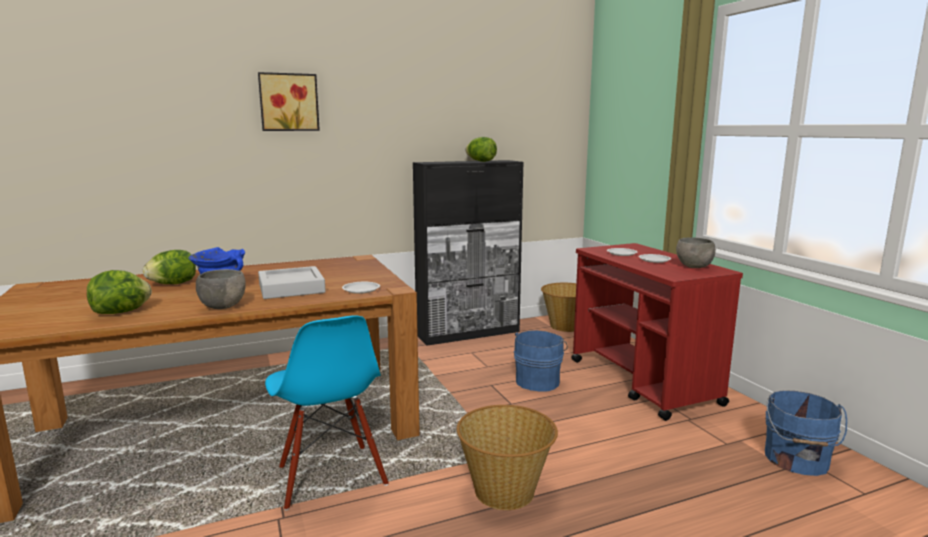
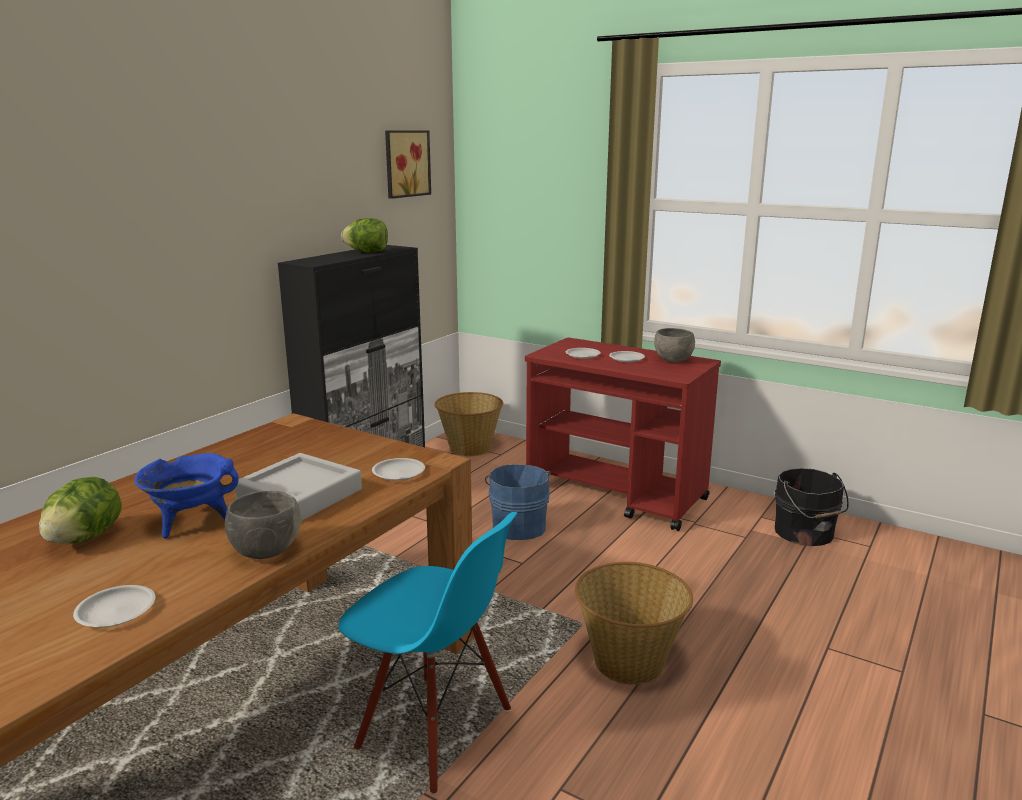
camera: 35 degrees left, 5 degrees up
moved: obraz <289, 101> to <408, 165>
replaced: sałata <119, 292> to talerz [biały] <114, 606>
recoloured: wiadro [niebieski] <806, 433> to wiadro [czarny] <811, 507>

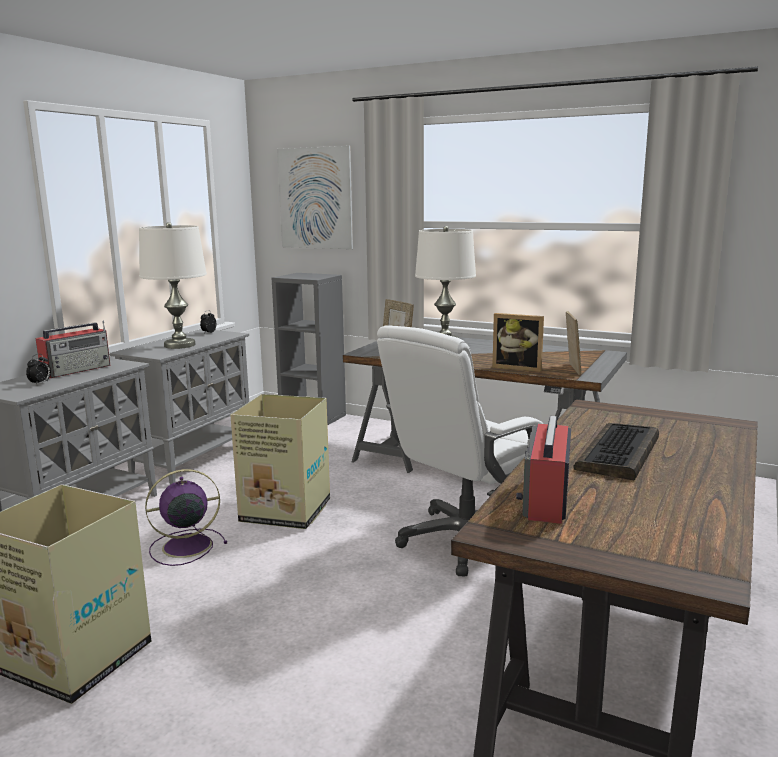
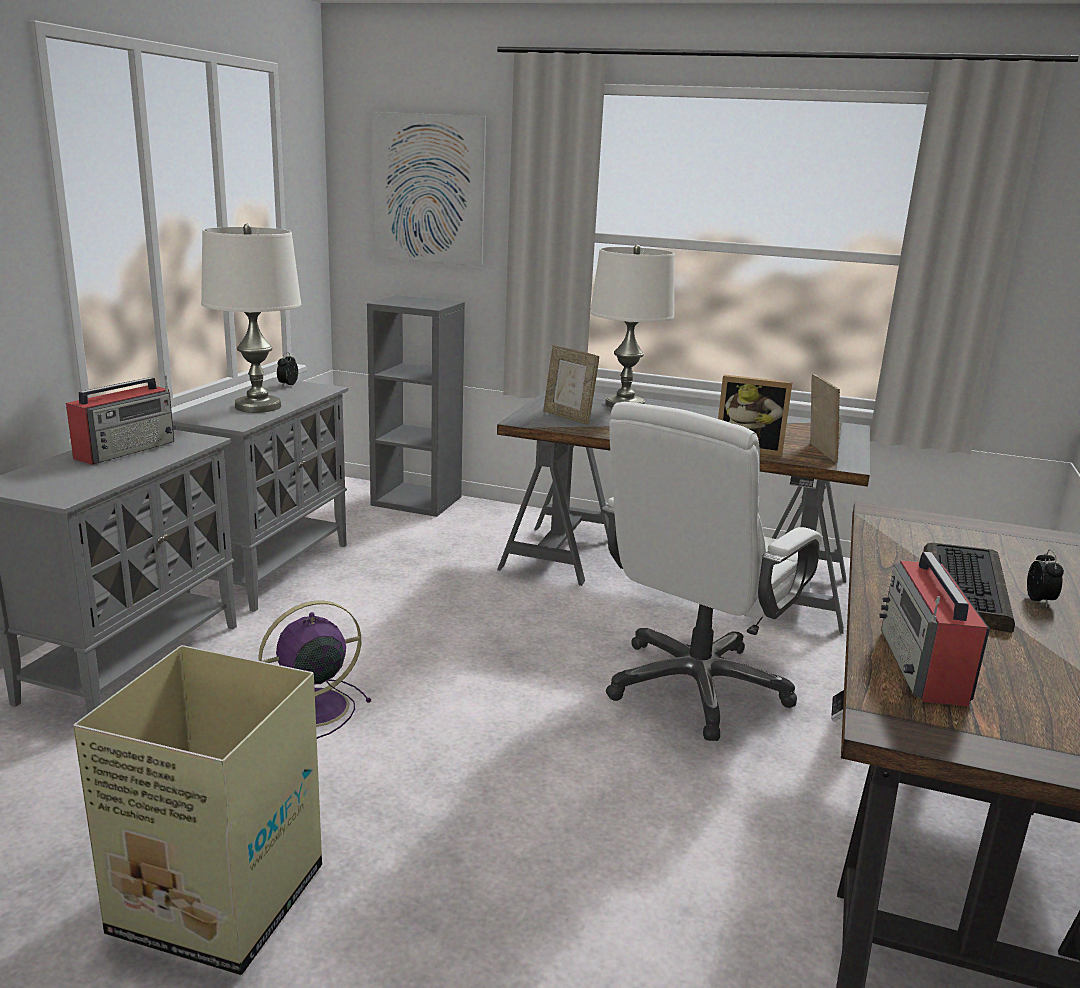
camera: 10 degrees left, 5 degrees up
removed: karton <280, 461>
moved: budzik <38, 369> to <1045, 578>

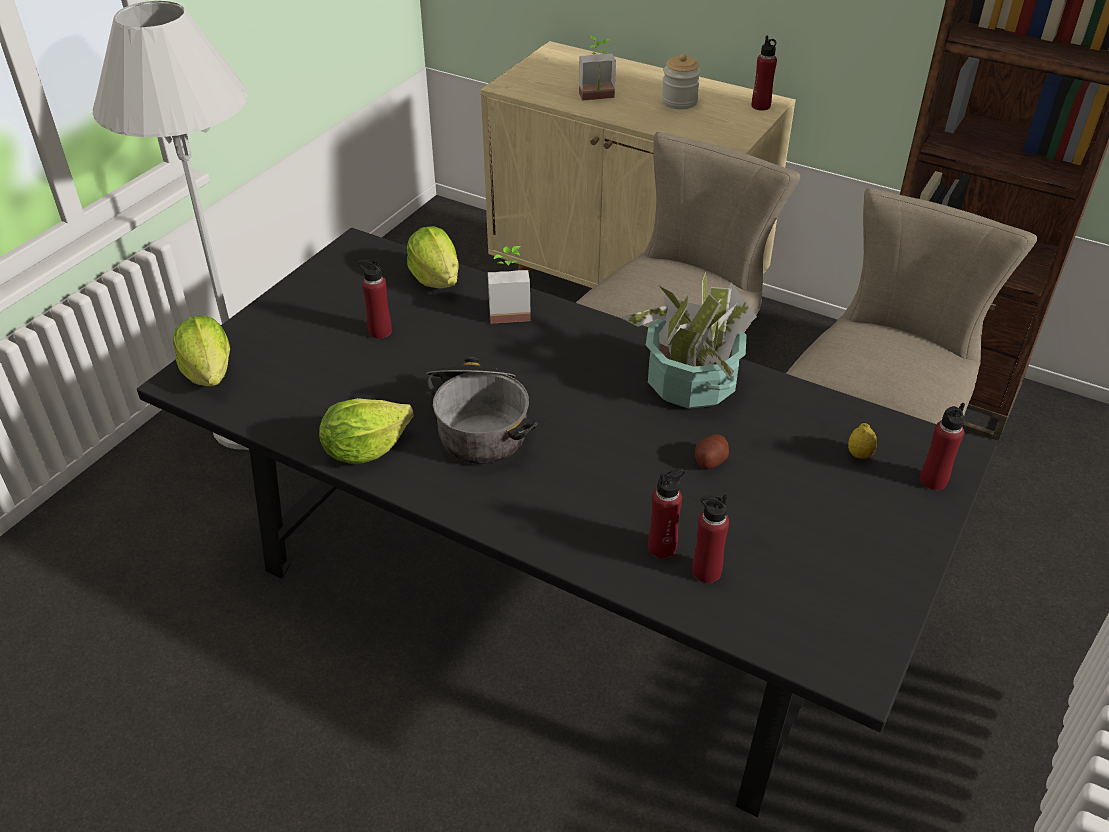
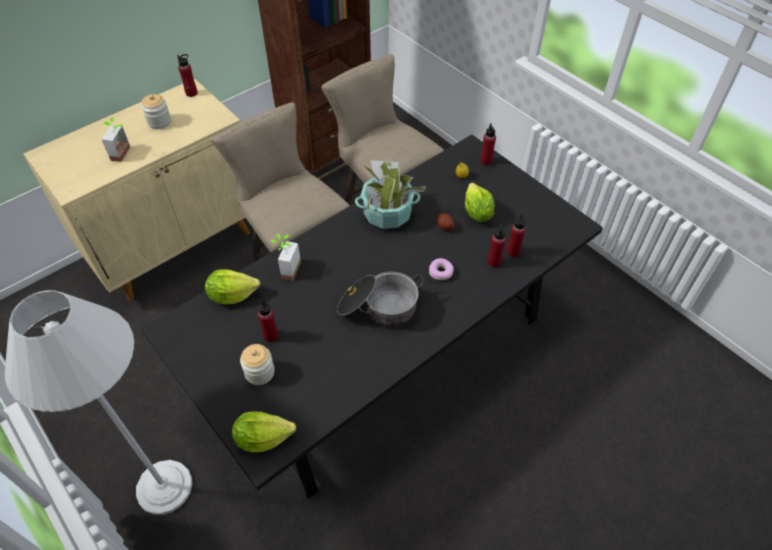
camera: 70 degrees left, 10 degrees up
added: słoik <257, 364>; donut <441, 269>
moved: sałata <366, 431> to <480, 202>

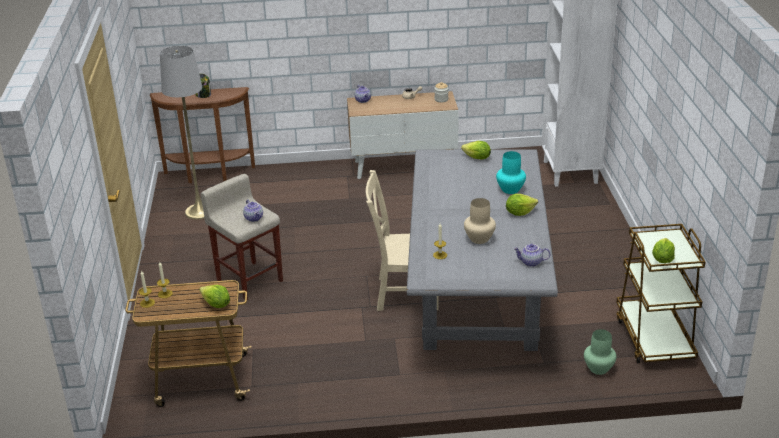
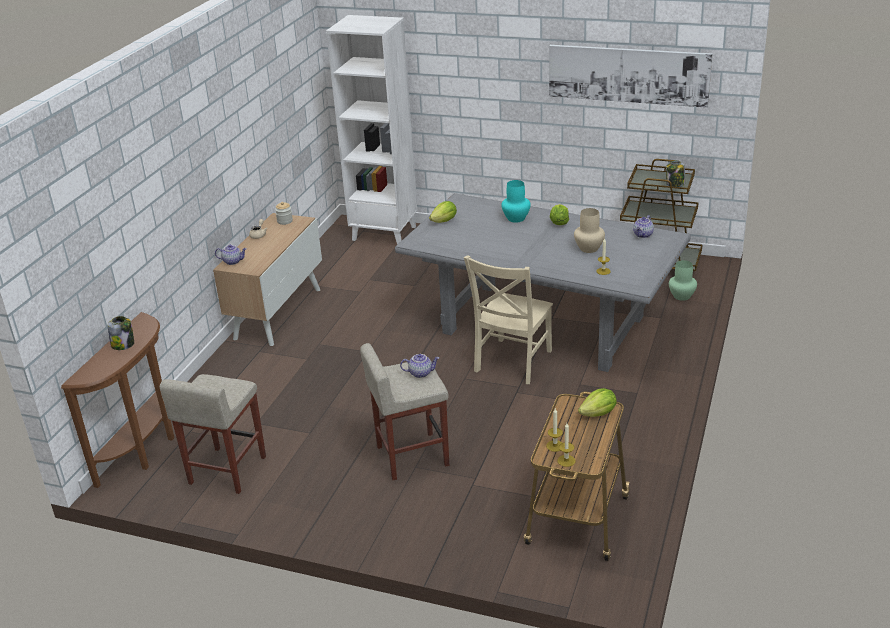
camera: 65 degrees left, 0 degrees up
added: obraz <630, 76>
replaced: lampa stojąca [szary] <182, 133> to stołek [beżowy] <213, 434>; sałata <663, 250> to słoik <675, 174>

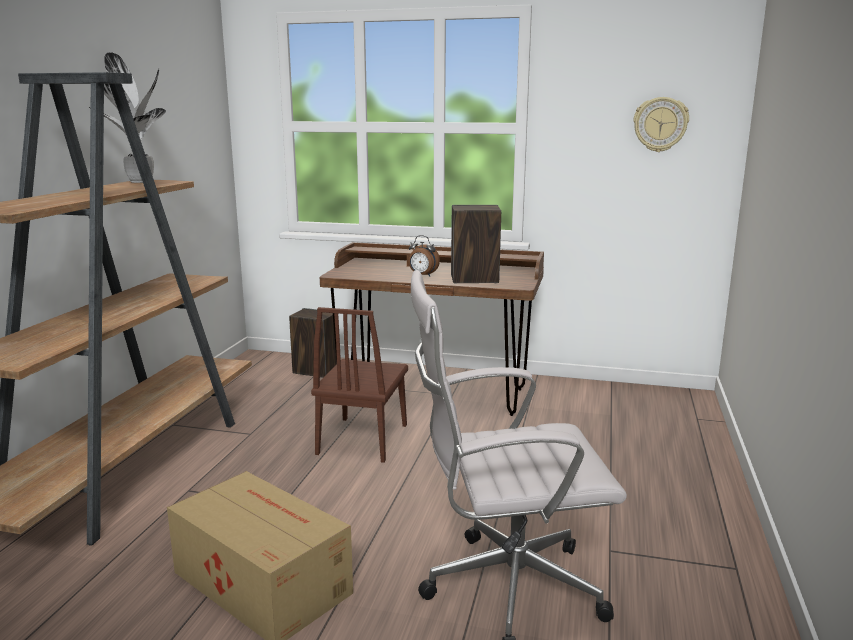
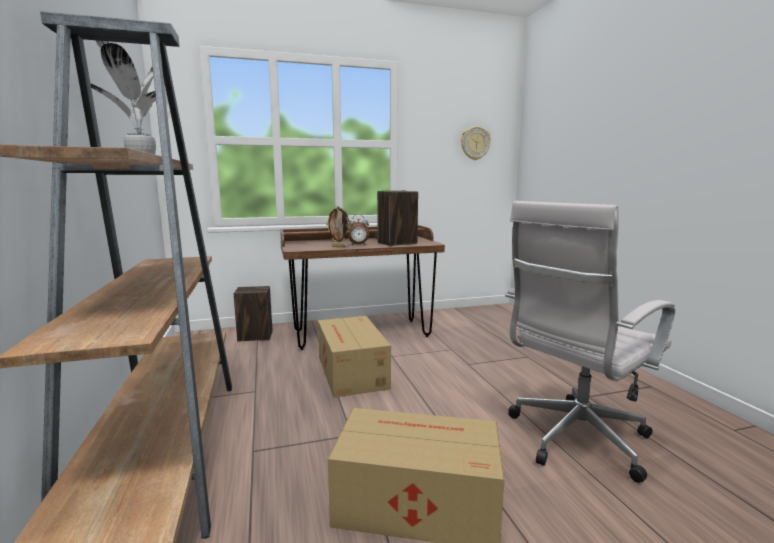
camera: 30 degrees left, 5 degrees down
added: ramka na zdjęcie <338, 227>
replaced: krzesło [brązowy] <359, 385> to karton <354, 357>

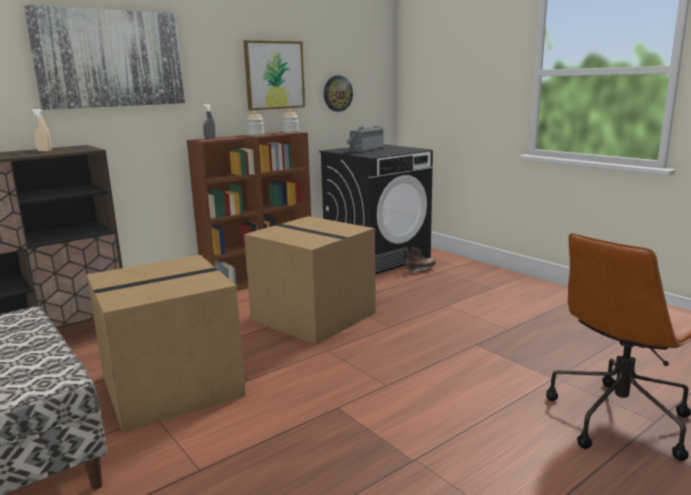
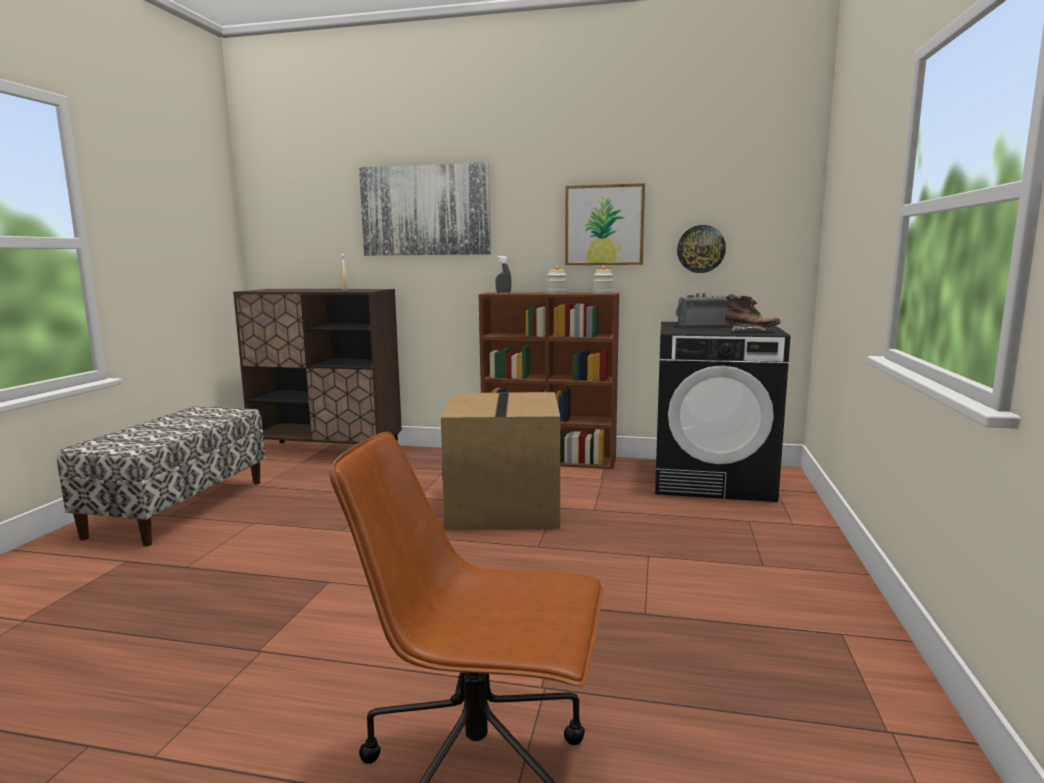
camera: 50 degrees right, 5 degrees down
removed: karton <166, 344>
moved: but z cholewką [brązowy] <420, 260> to <752, 313>

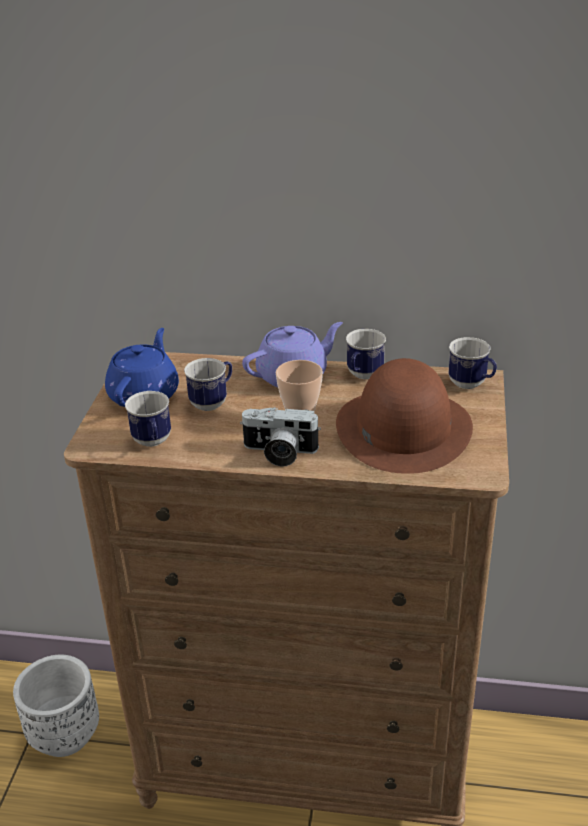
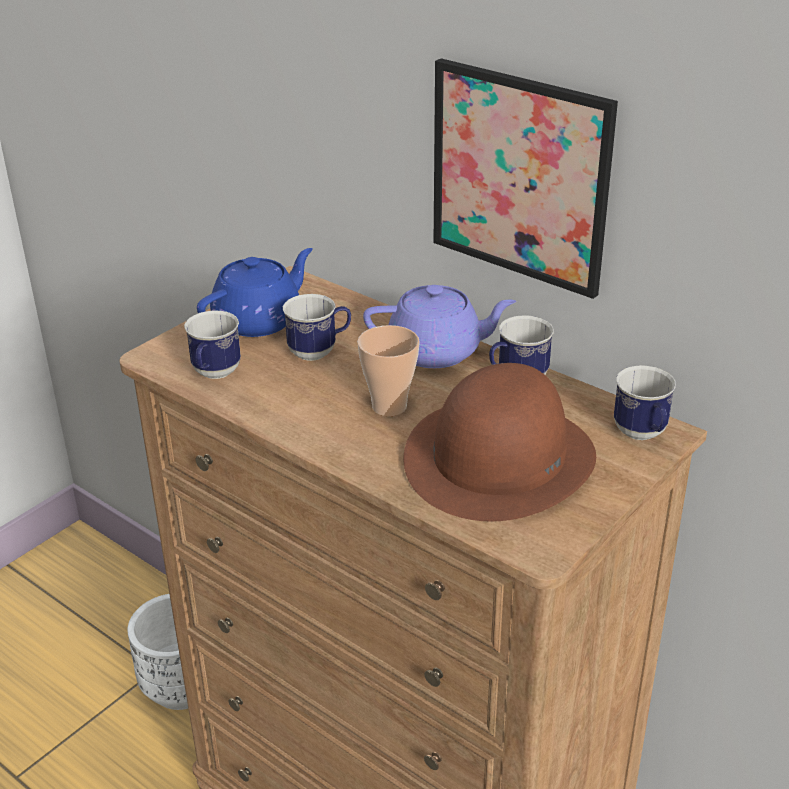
camera: 30 degrees right, 0 degrees up
removed: aparat fotograficzny <280, 437>
added: obraz <526, 178>

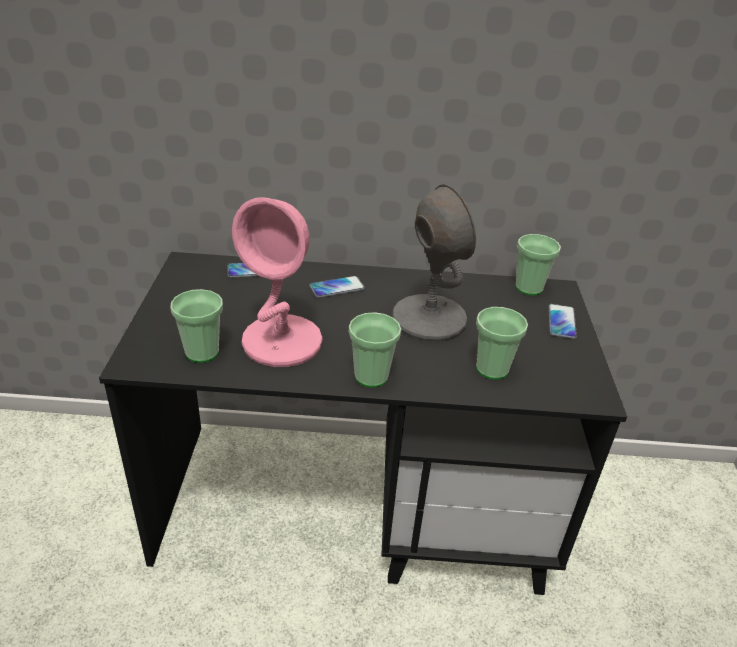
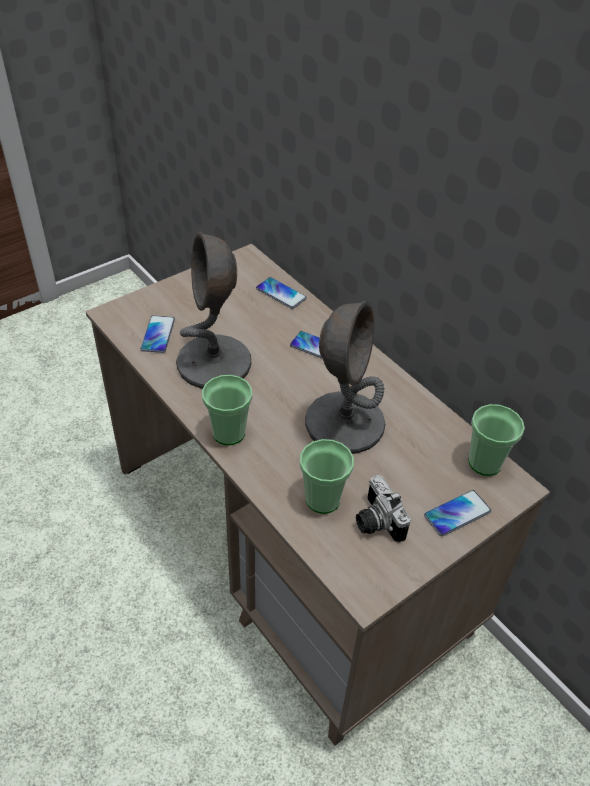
camera: 50 degrees right, 10 degrees up
added: aparat fotograficzny <383, 509>
replaced: filiżanka <196, 326> to telefon <158, 334>
recoloured: biurko [czarny] <363, 423> to biurko [beżowy] <317, 495>; lampa stołowa [różowy] <277, 282> to lampa stołowa [szary] <214, 310>

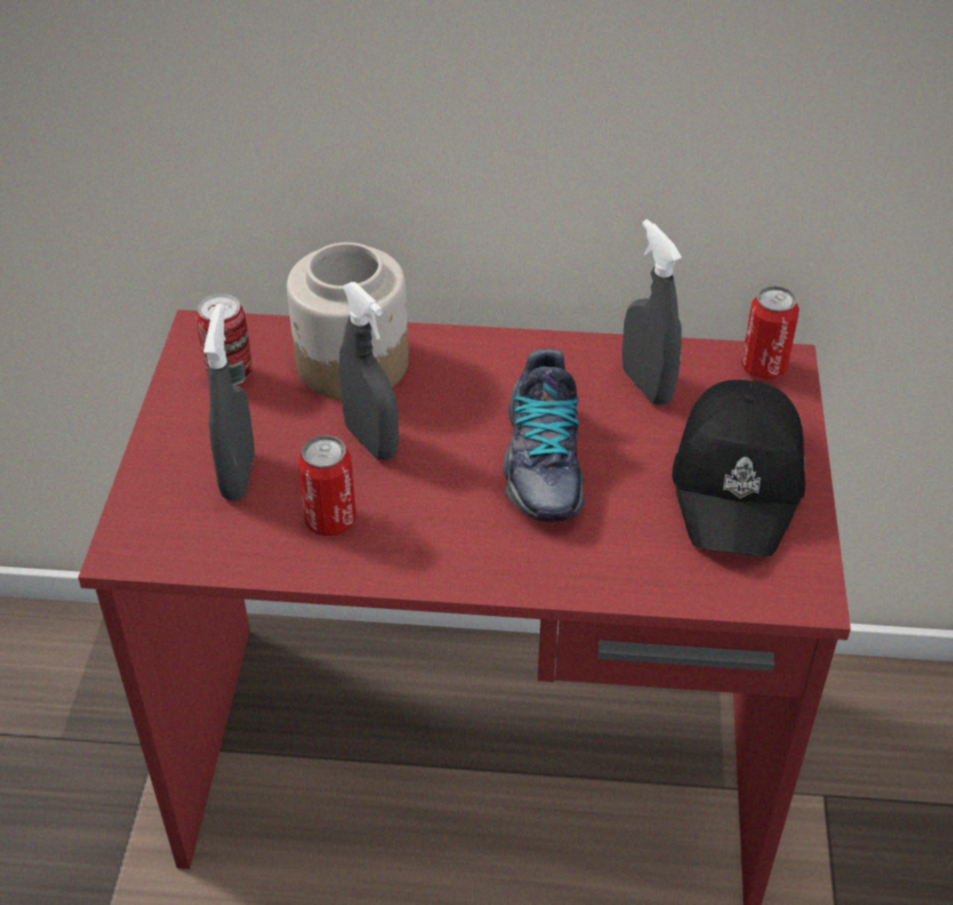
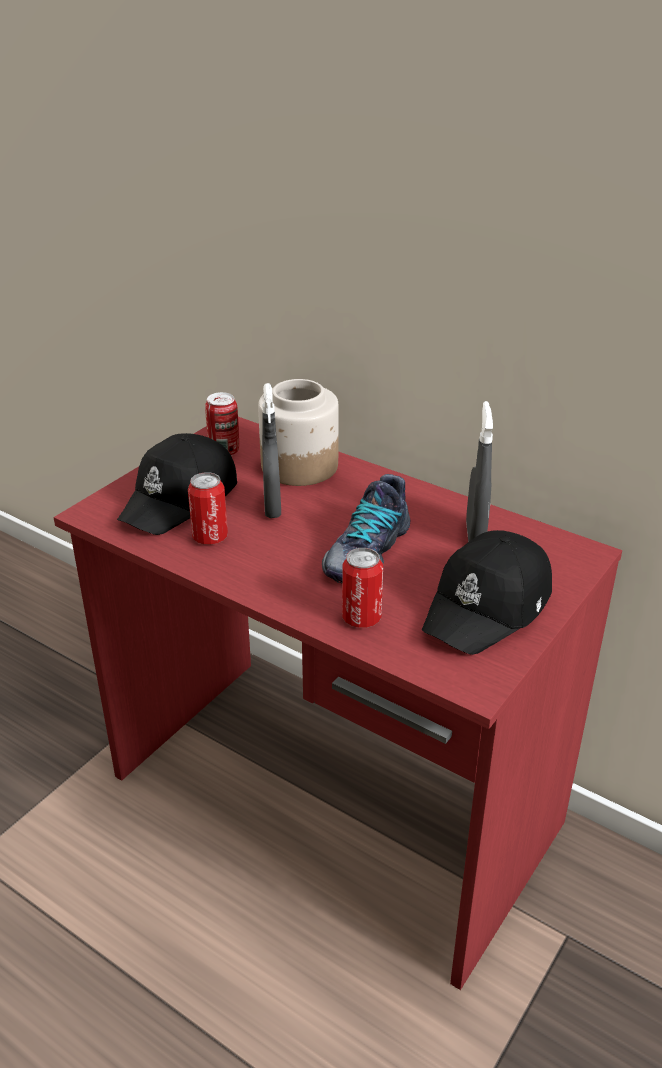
camera: 30 degrees right, 10 degrees down
moved: puszka <770, 332> to <362, 588>
replaced: spryskiwacz [szary] <229, 402> to czapka z daszkiem [czarny] <177, 484>

